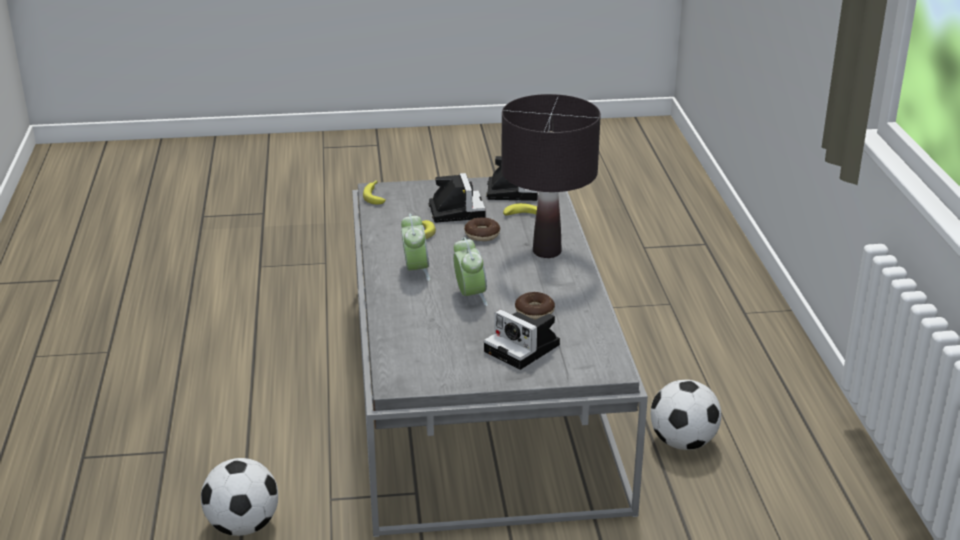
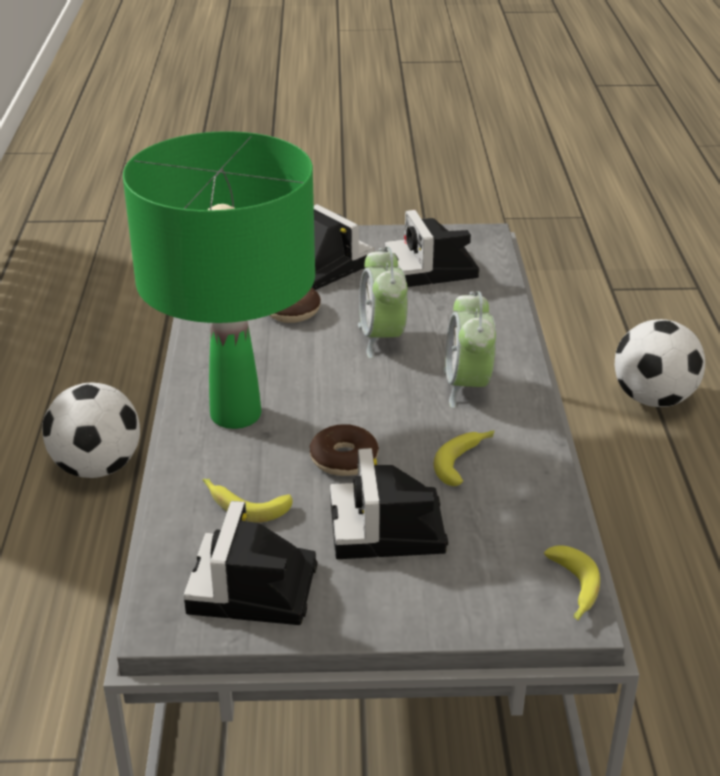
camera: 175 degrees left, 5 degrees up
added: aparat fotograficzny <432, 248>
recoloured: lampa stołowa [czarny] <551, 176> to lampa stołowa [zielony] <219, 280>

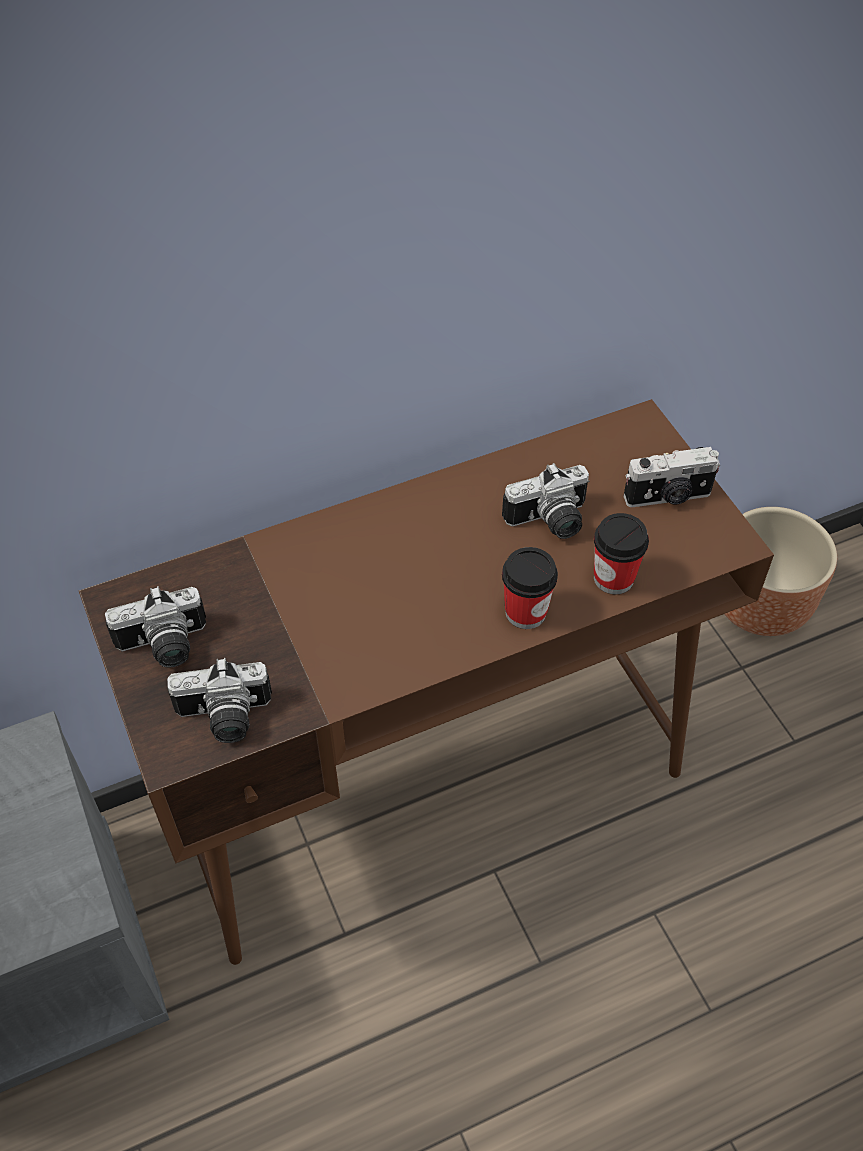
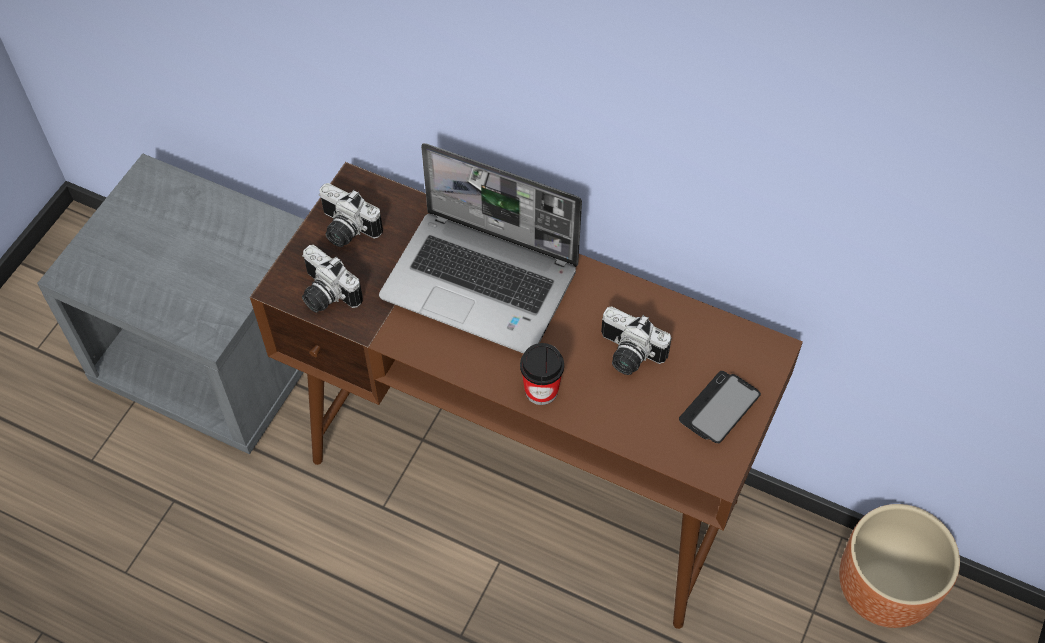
camera: 50 degrees right, 5 degrees up
removed: filiżanka <621, 553>
added: laptop <480, 248>
replaced: aparat fotograficzny <672, 477> to telefon <720, 407>

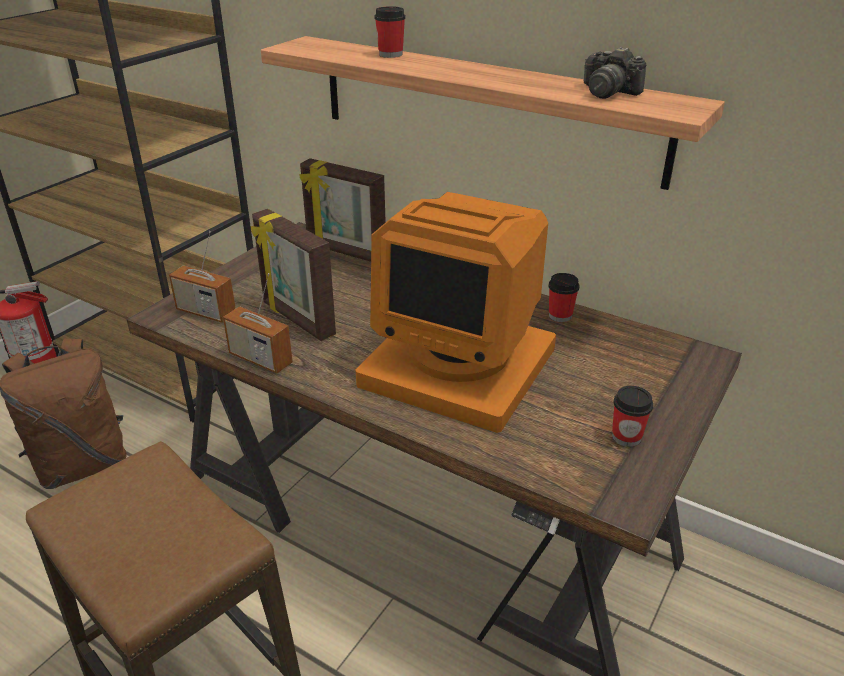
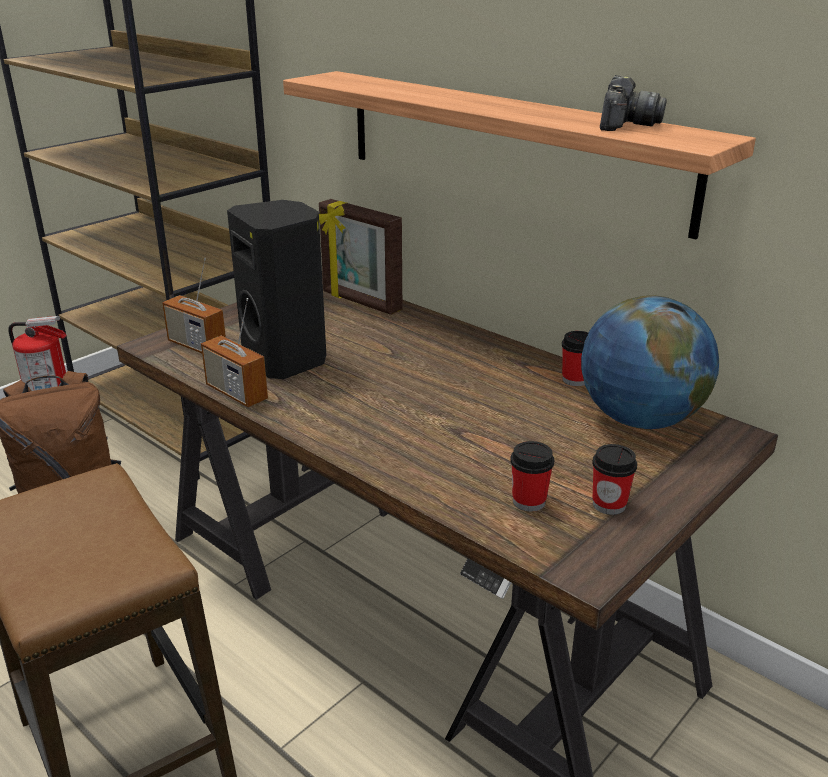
camera: 10 degrees right, 5 degrees down
removed: monitor <455, 312>
added: globus <650, 362>
moved: filiżanka <390, 32> to <532, 476>
replaced: ramka na zdjęcie <293, 275> to głośnik [czarny] <276, 289>
turned: aparat fotograficzny <615, 73> = <633, 103> 120 degrees counterclockwise

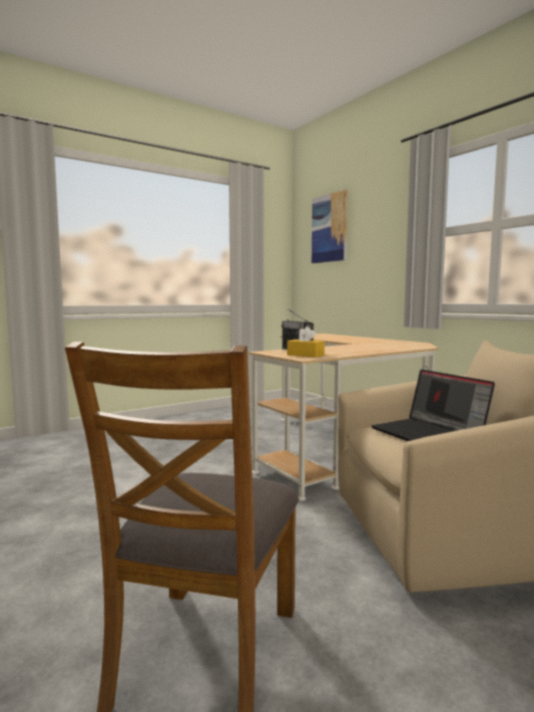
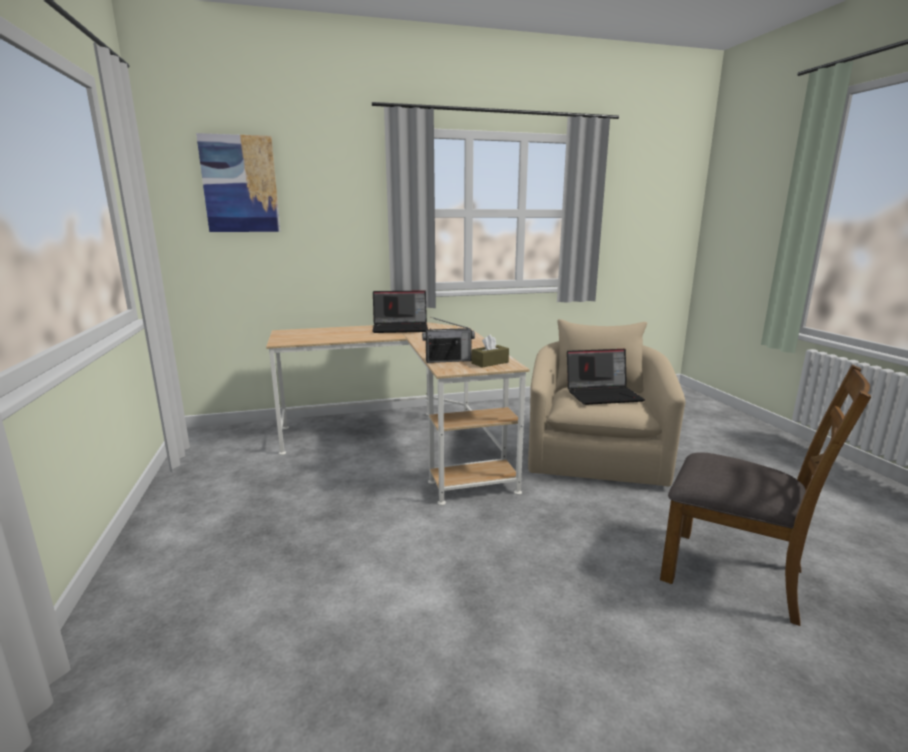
camera: 70 degrees left, 10 degrees up
added: laptop <400, 311>
recoloured: pudełko chusteczek [żółty] <306, 342> to pudełko chusteczek [brązowy] <490, 351>

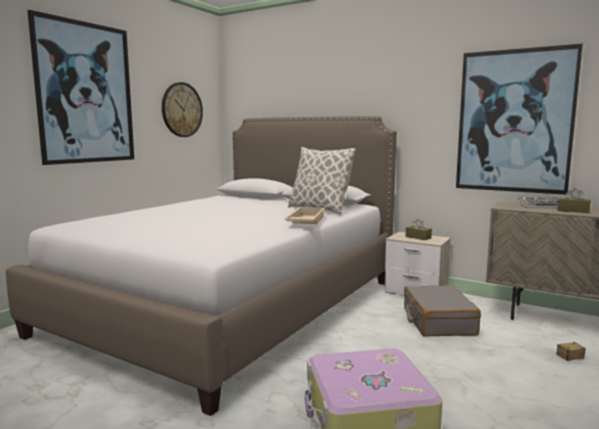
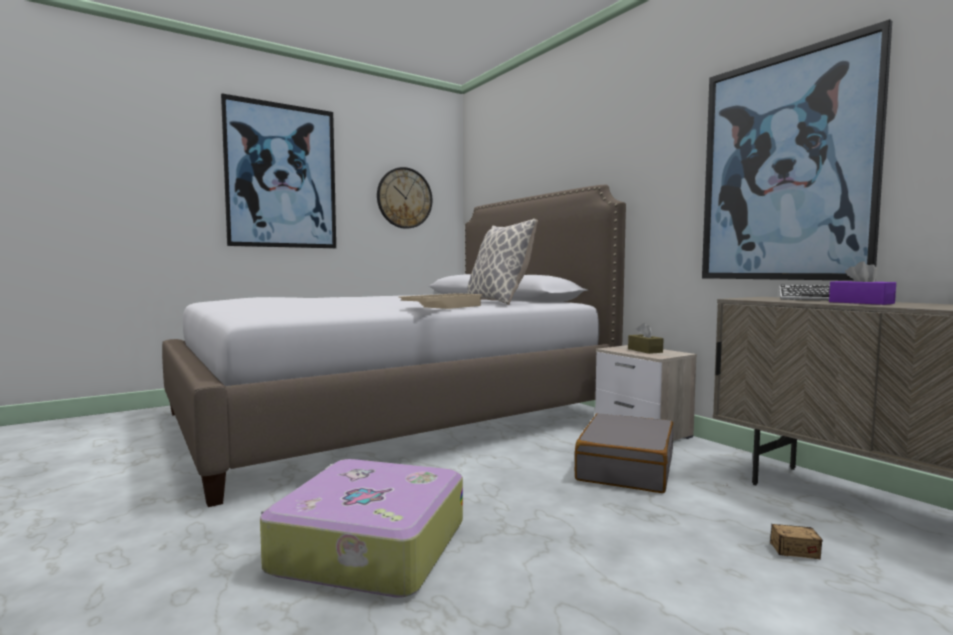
camera: 25 degrees right, 5 degrees down
recoloured: pudełko chusteczek [brązowy] <574, 200> to pudełko chusteczek [fioletowy] <862, 283>

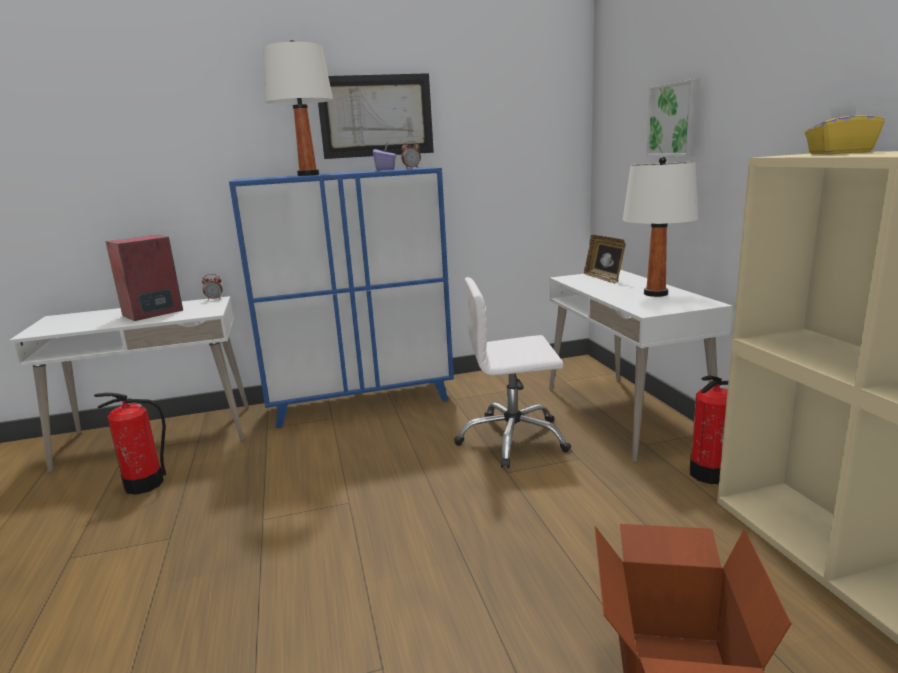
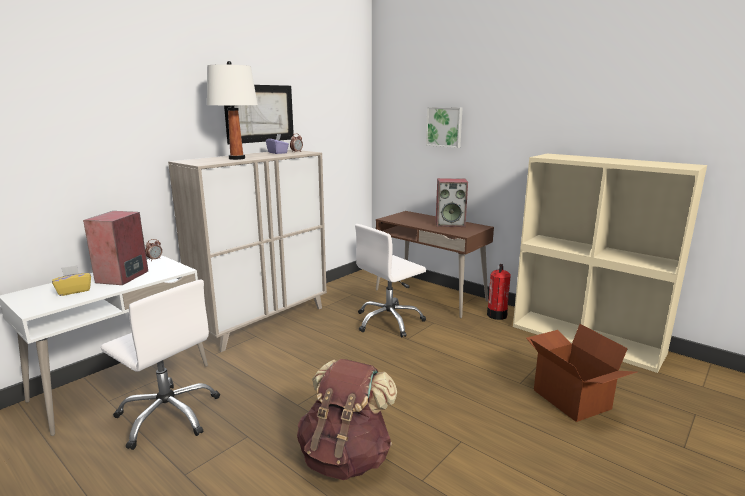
camera: 35 degrees left, 0 degrees up
removed: ramka na zdjęcie <605, 259>
added: plecak [brązowy] <347, 419>
moved: pudełko chusteczek [żółty] <845, 129> to <71, 280>
replaced: gaśnica <130, 444> to krzesło biurowe [biały] <160, 365>; lampa stołowa [biały] <660, 227> to głośnik <452, 202>
recoloured: szafka [niebieski] <341, 297> to szafka [beżowy] <247, 250>; biurko [biały] <641, 366> to biurko [brązowy] <435, 264>

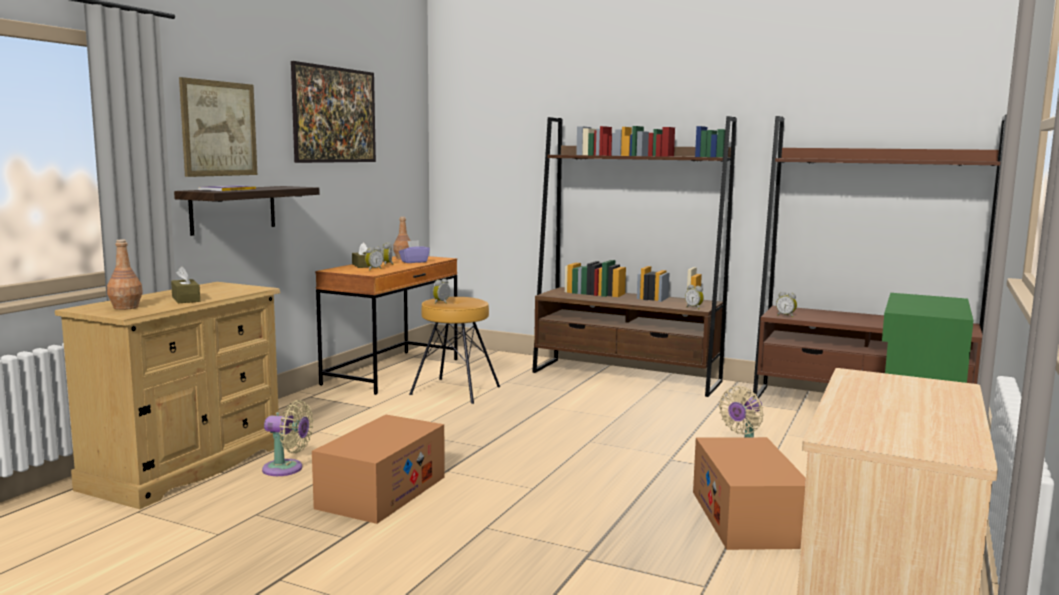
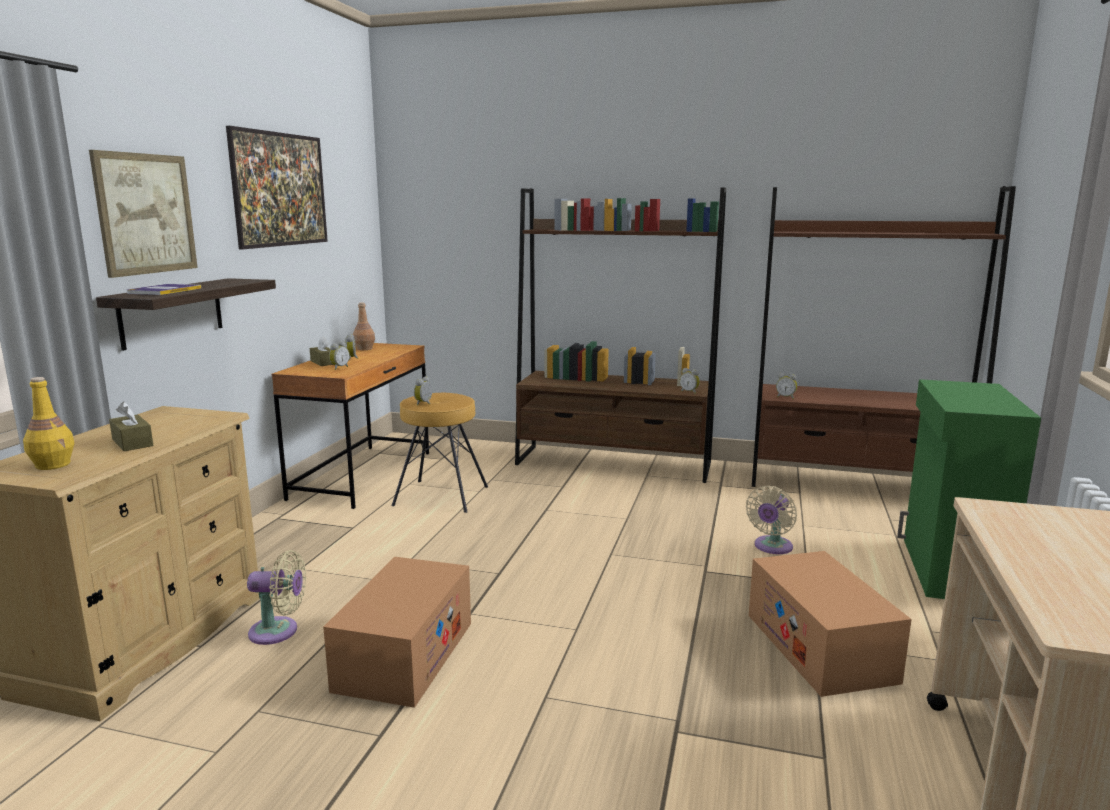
camera: 10 degrees left, 5 degrees up
removed: pudełko chusteczek [fioletowy] <414, 251>
recoloured: butelka [brązowy] <125, 275> to butelka [żółty] <48, 423>

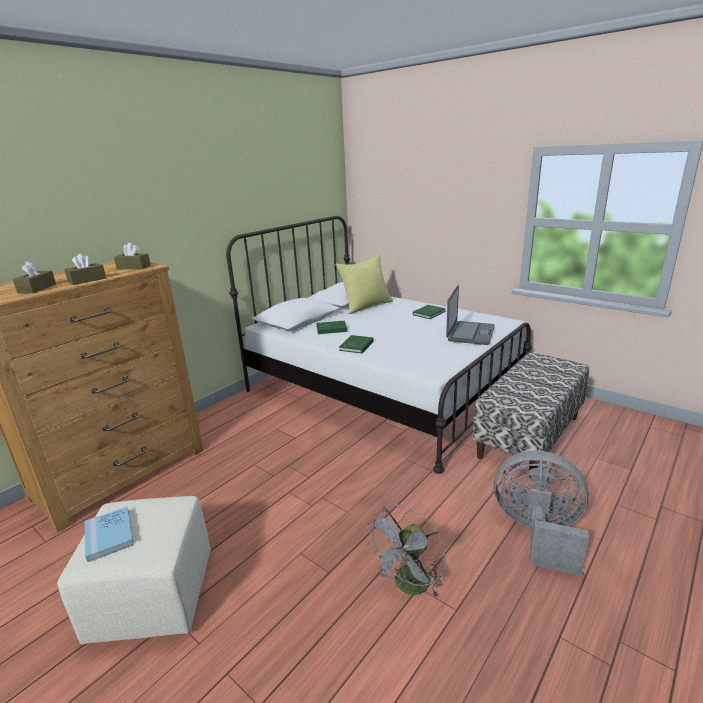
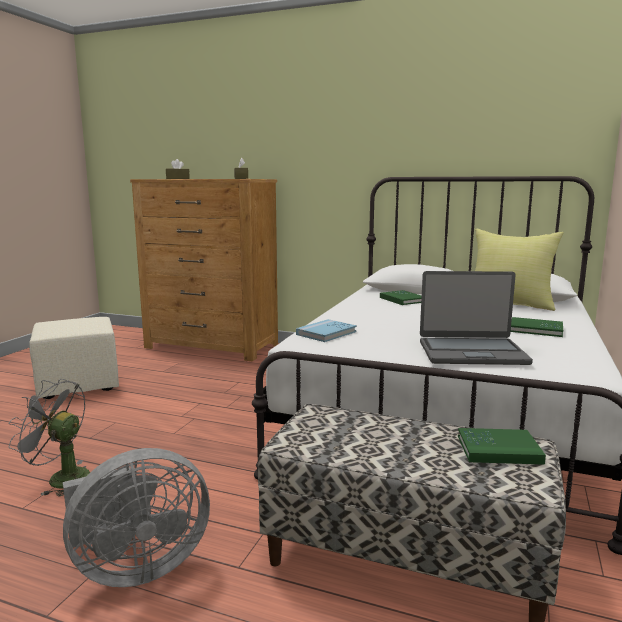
camera: 70 degrees right, 10 degrees down
removed: pudełko chusteczek [brązowy] <85, 269>
moved: książka [niebieski] <109, 534> to <326, 330>; książka [zielony] <356, 344> to <502, 446>
turned: wentylator [szary] <541, 513> = <136, 517> 60 degrees clockwise

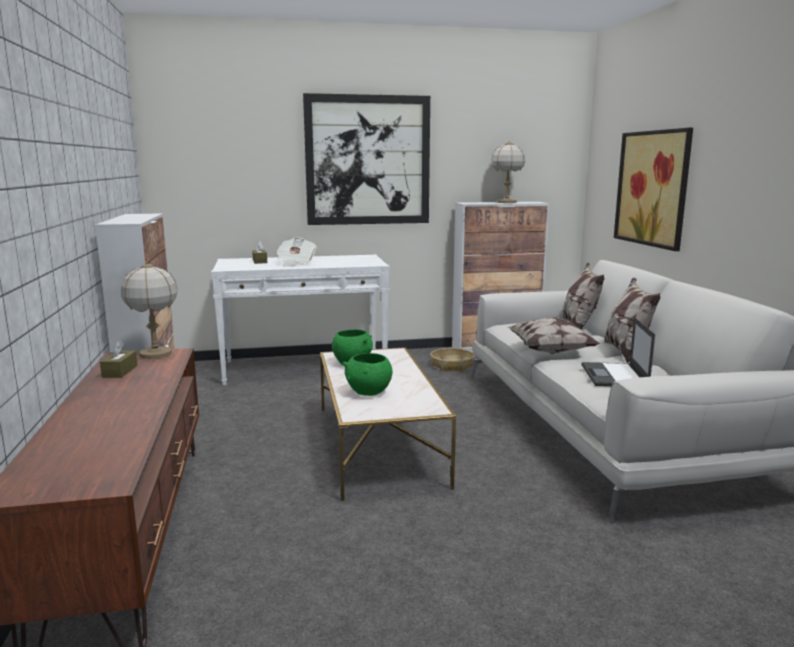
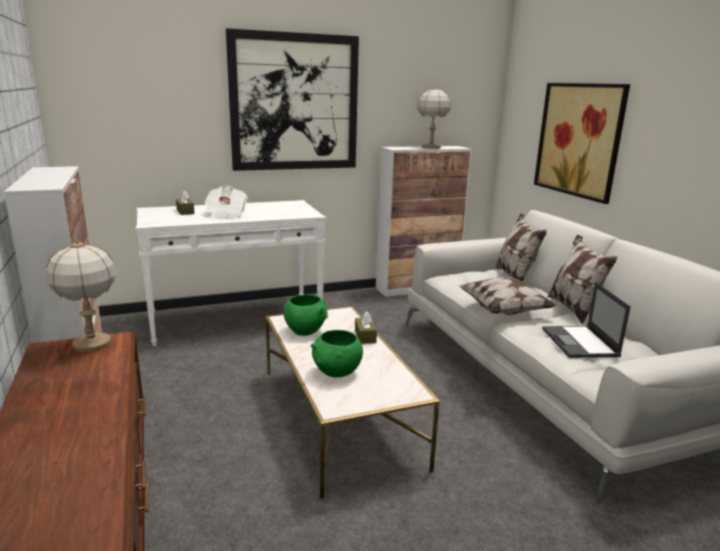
camera: 10 degrees left, 5 degrees up
removed: koszyk <453, 359>
moved: pudełko chusteczek [brązowy] <119, 359> to <366, 327>

